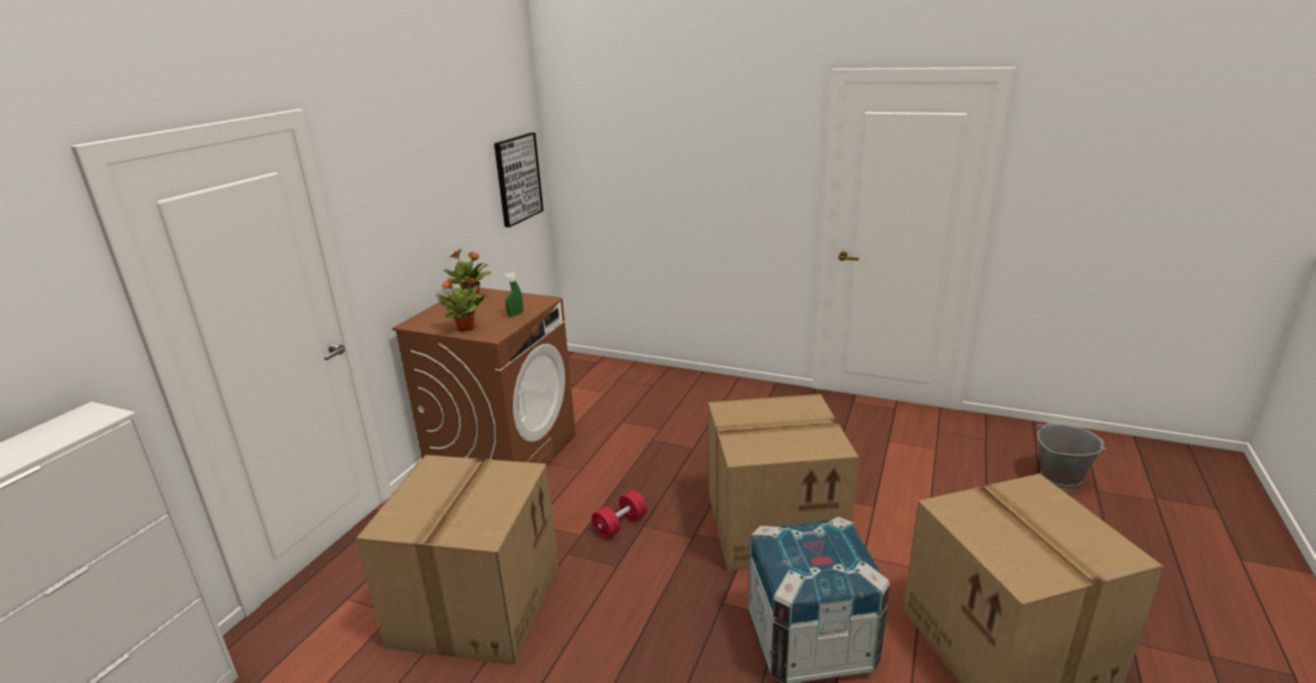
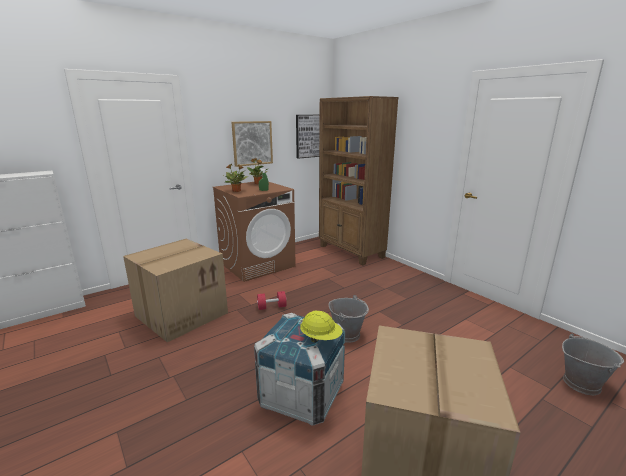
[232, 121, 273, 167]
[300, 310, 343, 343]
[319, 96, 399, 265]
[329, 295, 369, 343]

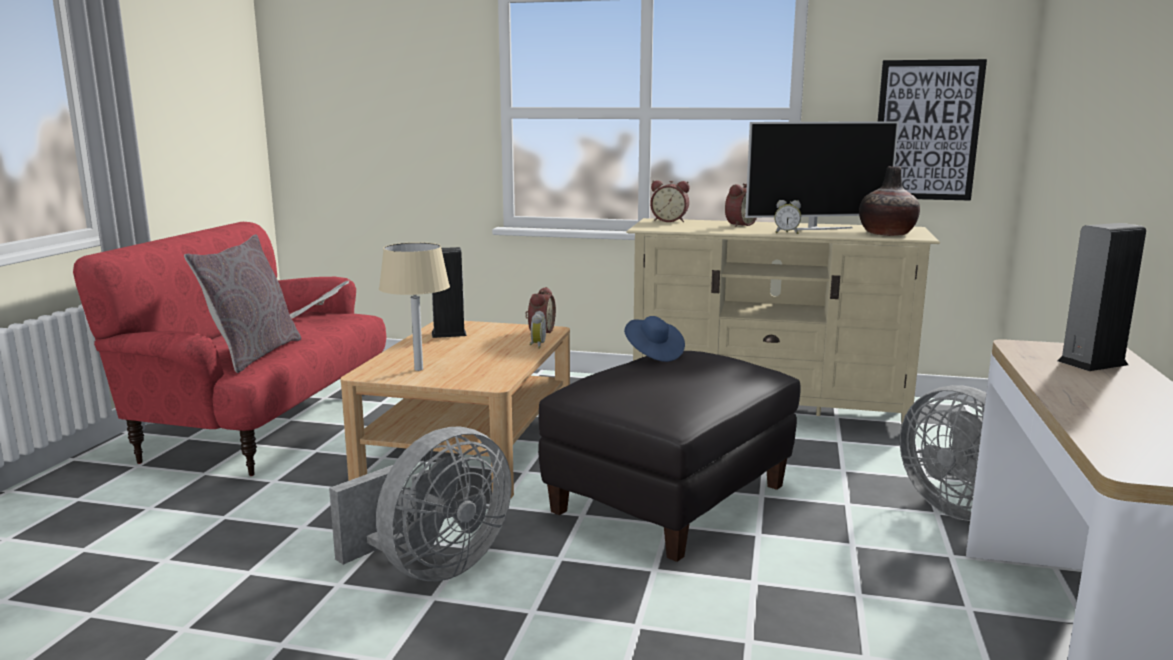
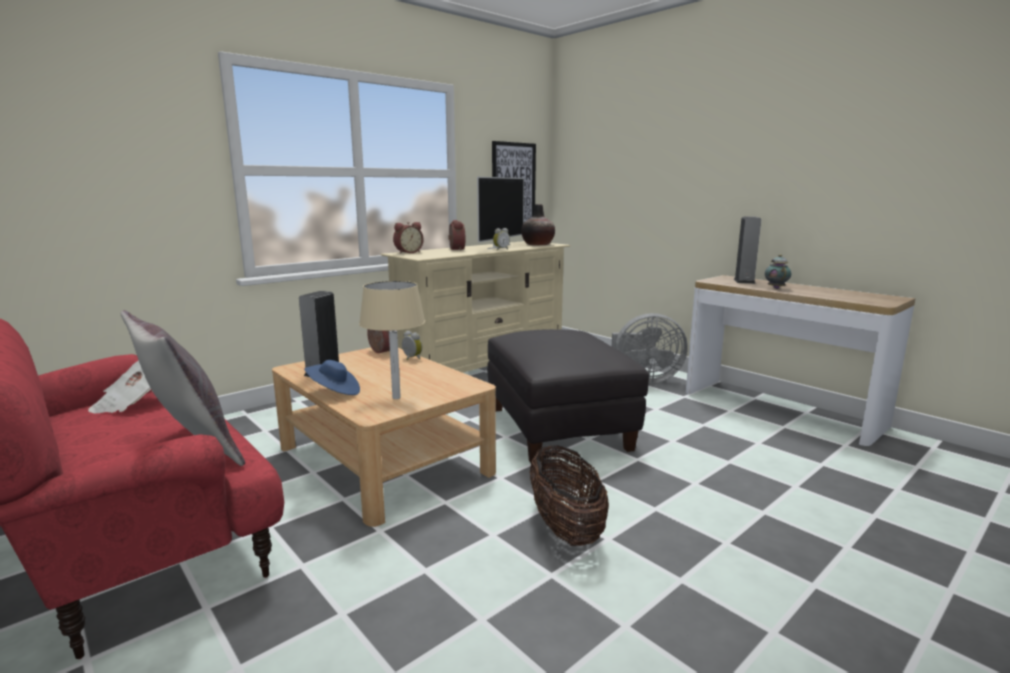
[765, 254, 791, 289]
[304, 360, 360, 395]
[529, 445, 609, 546]

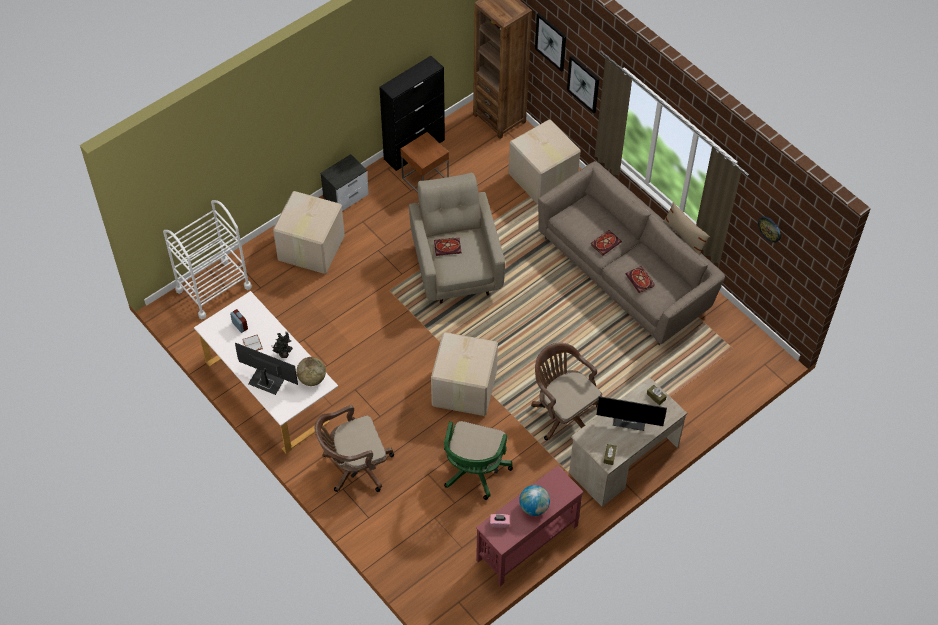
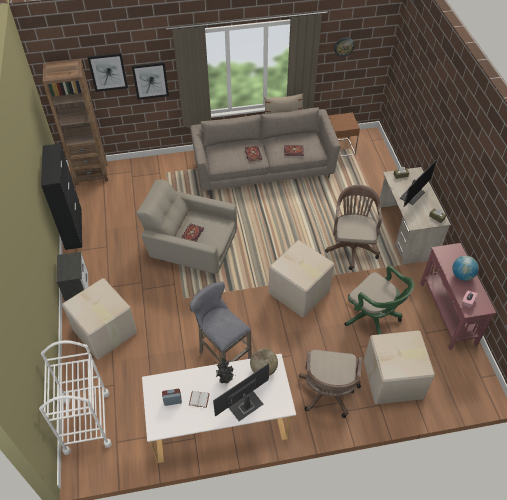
[190, 282, 252, 363]
[328, 112, 360, 157]
[364, 330, 435, 404]
[325, 185, 382, 270]

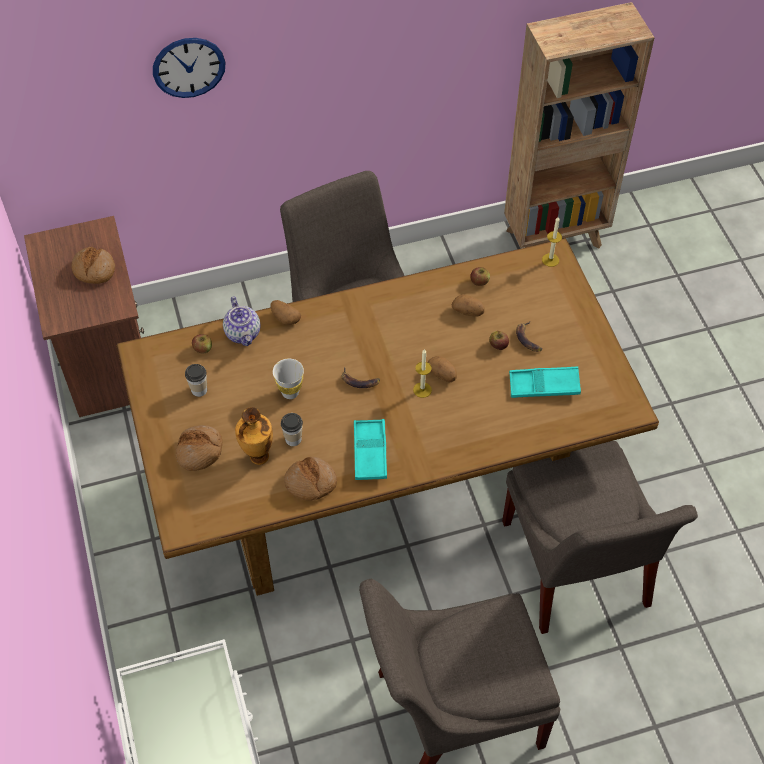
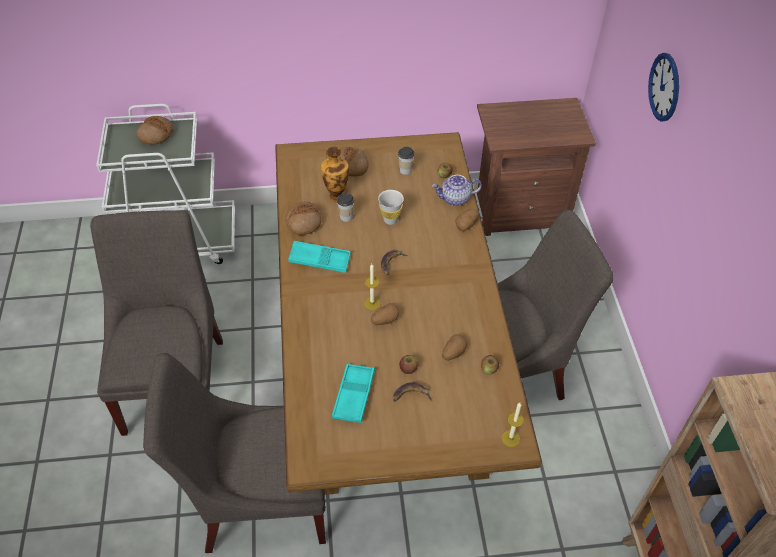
[136, 116, 174, 145]

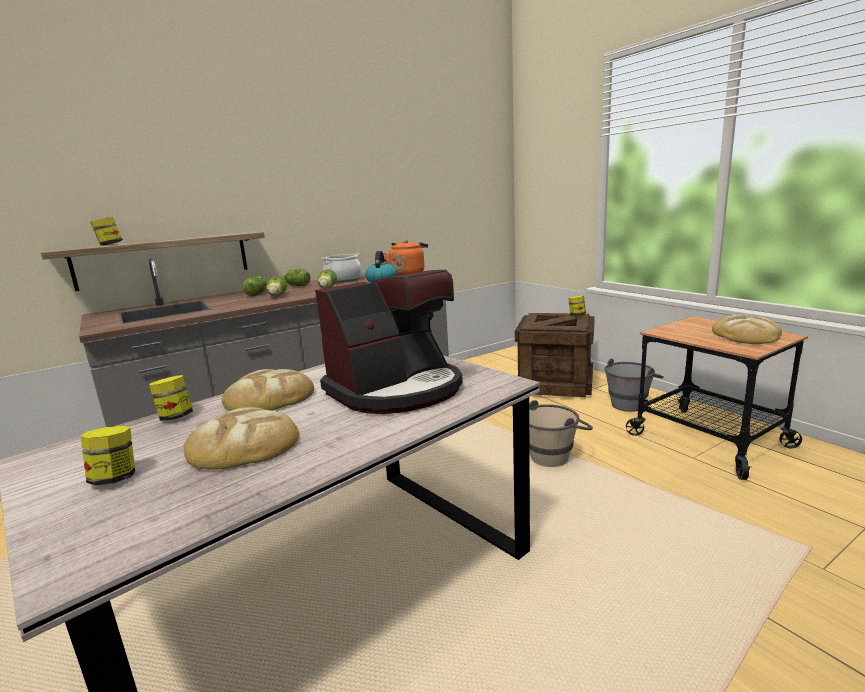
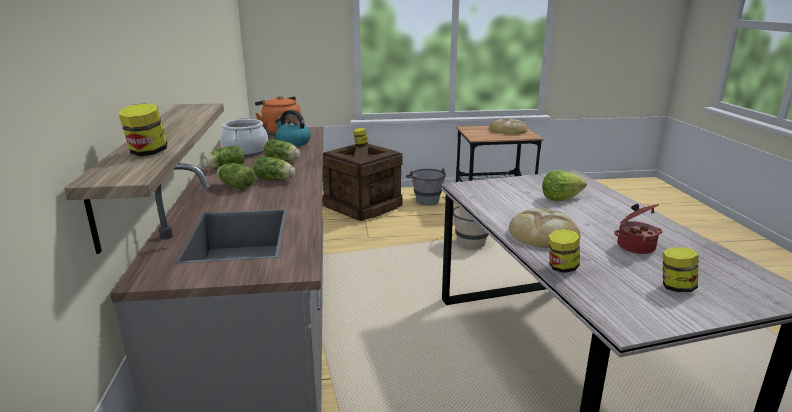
[614, 204, 663, 254]
[542, 170, 587, 201]

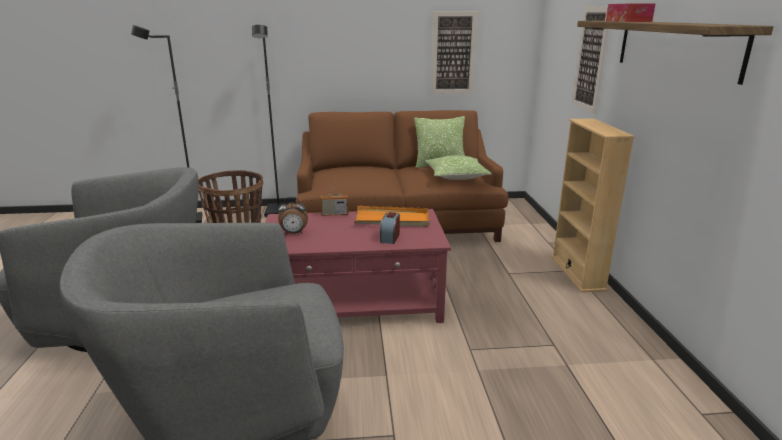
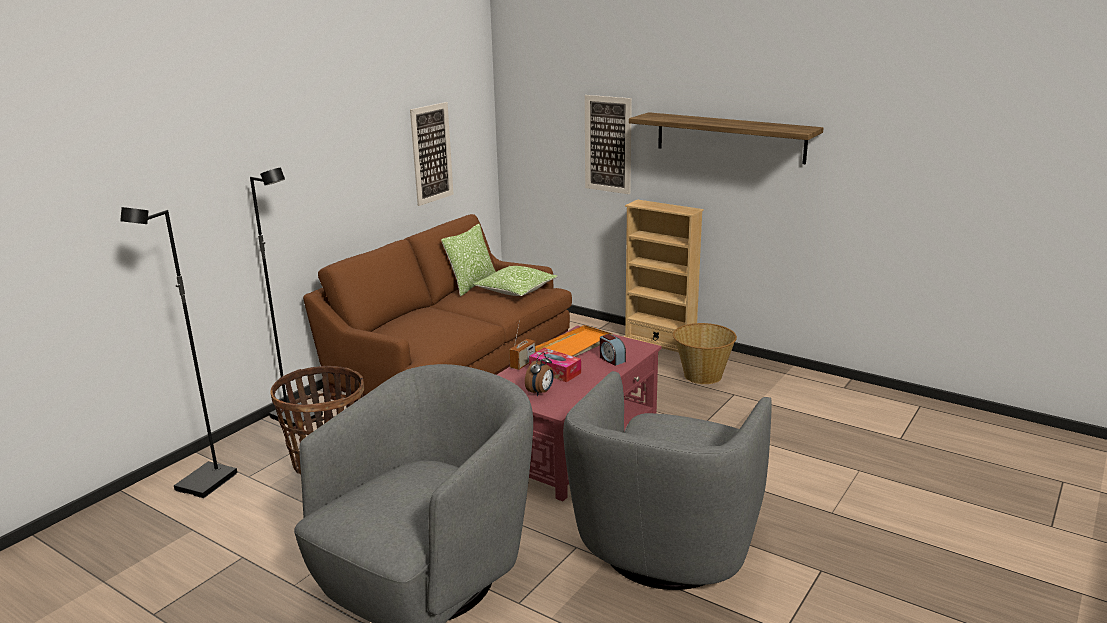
[673, 323, 737, 384]
[529, 348, 581, 382]

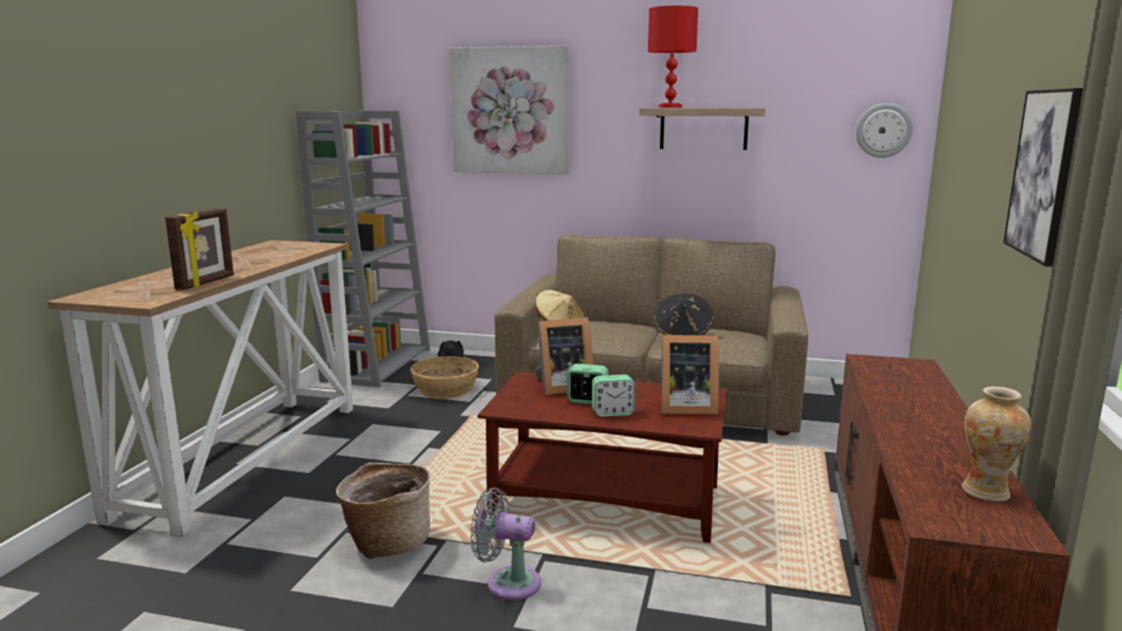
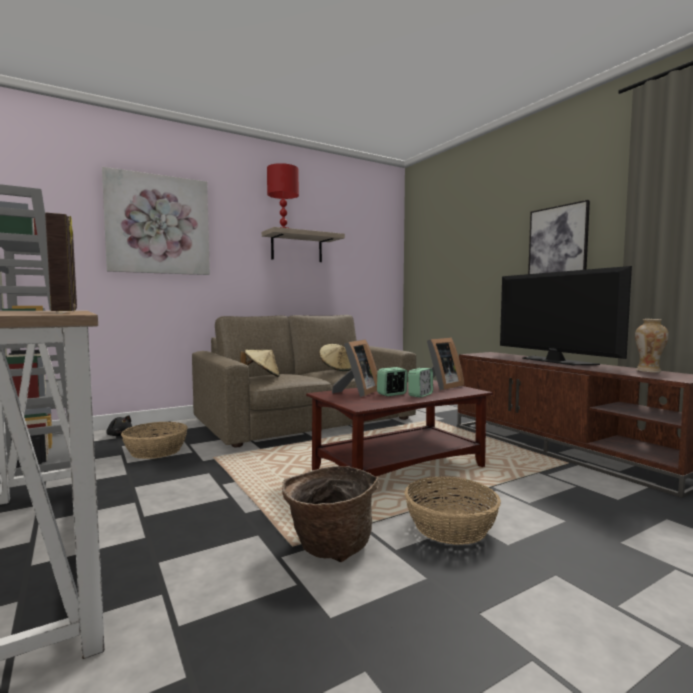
[856, 103, 913, 158] (first image)
[500, 266, 632, 365]
[404, 477, 501, 545]
[319, 344, 351, 371]

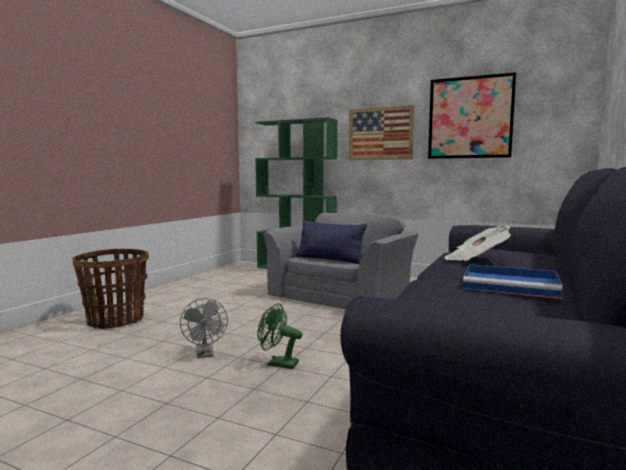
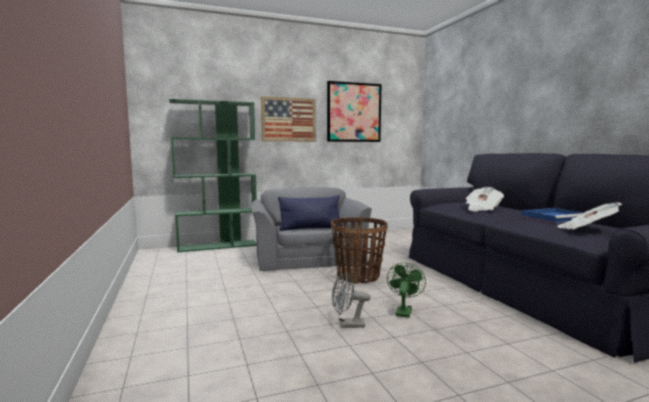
[557, 202, 622, 229]
[331, 217, 388, 284]
[332, 272, 371, 328]
[387, 263, 426, 318]

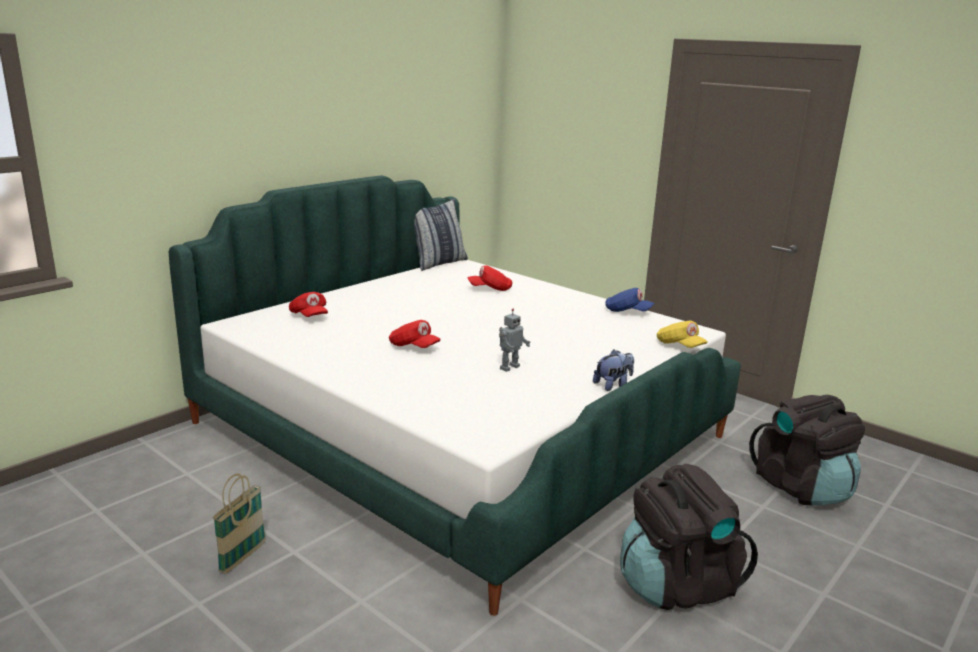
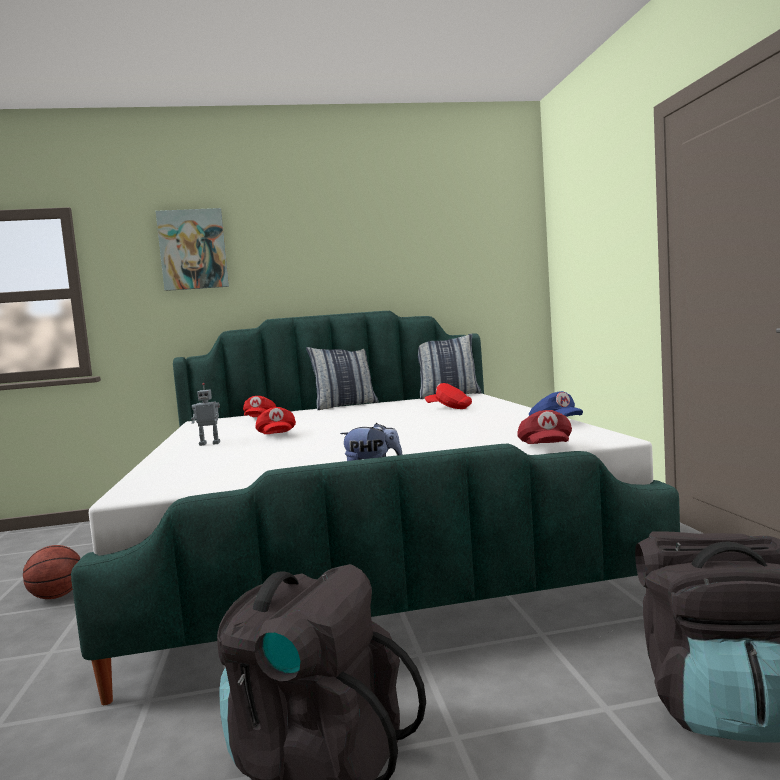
[156, 208, 229, 291]
[306, 347, 378, 410]
[191, 383, 220, 446]
[23, 545, 80, 599]
[517, 410, 572, 444]

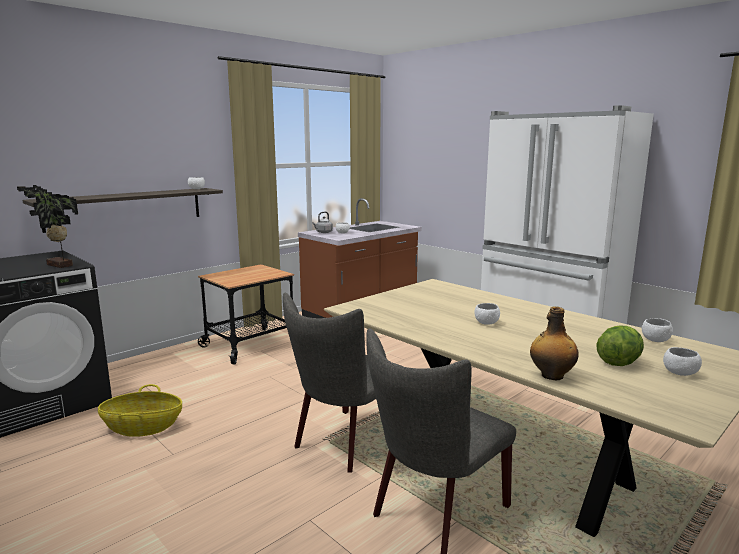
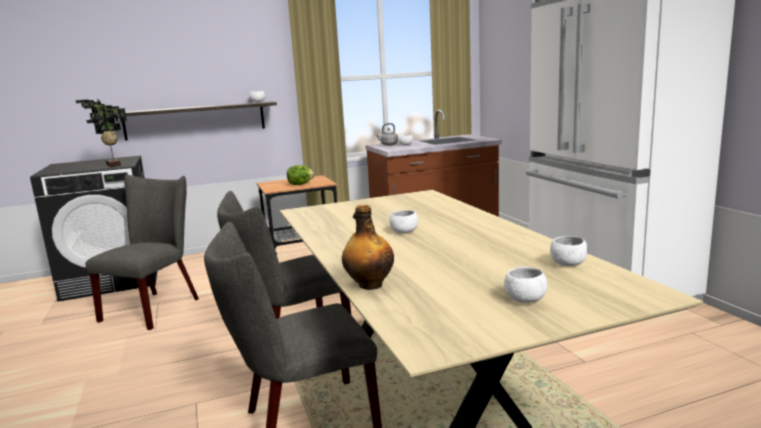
[287, 165, 314, 185]
[85, 175, 199, 330]

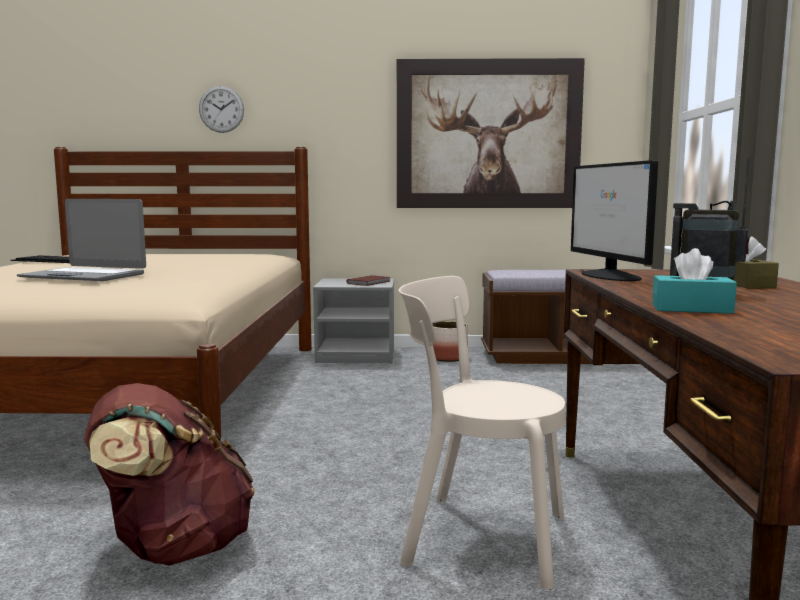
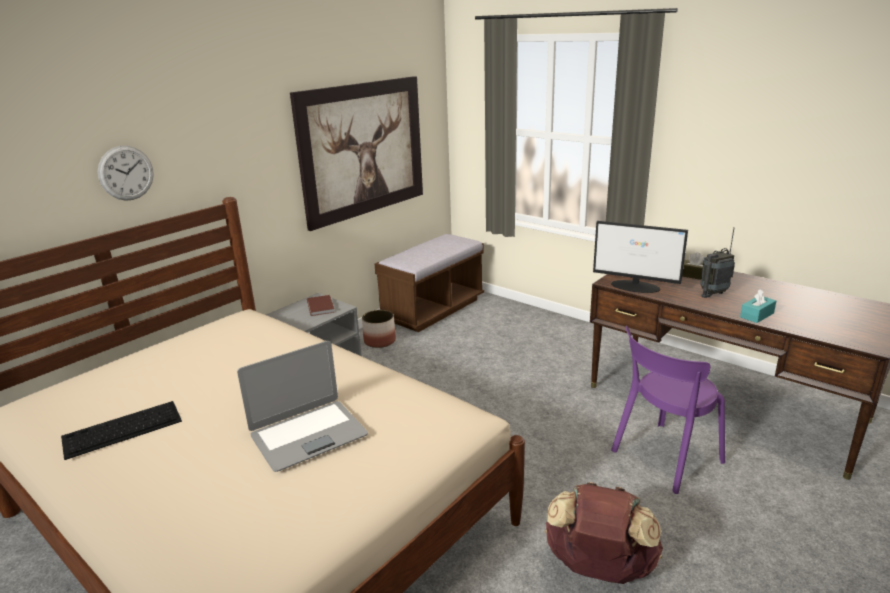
[611, 326, 725, 494]

